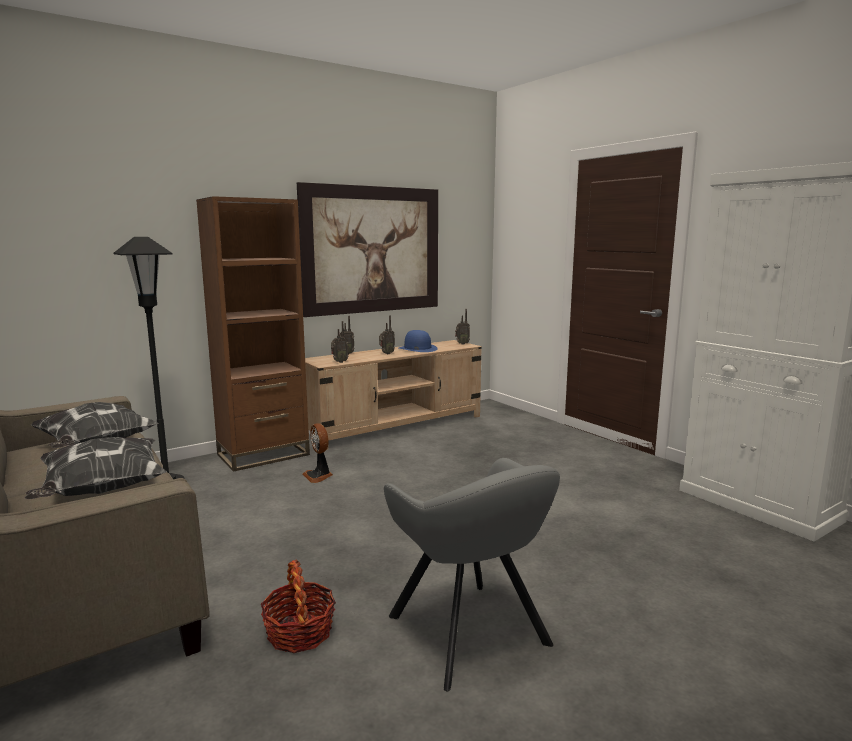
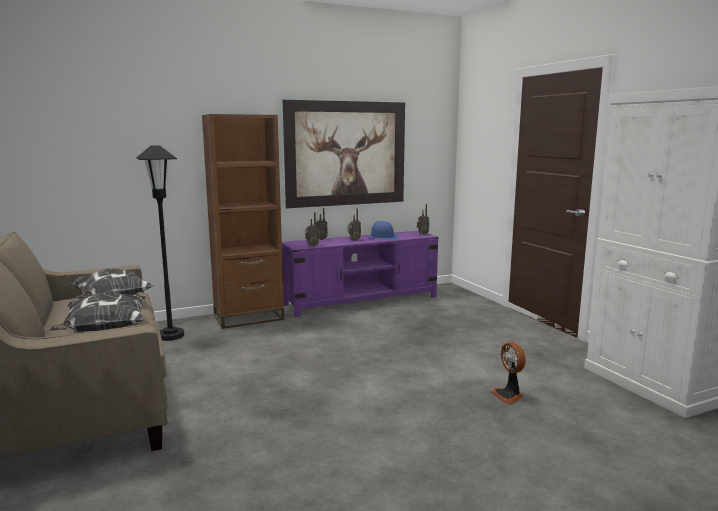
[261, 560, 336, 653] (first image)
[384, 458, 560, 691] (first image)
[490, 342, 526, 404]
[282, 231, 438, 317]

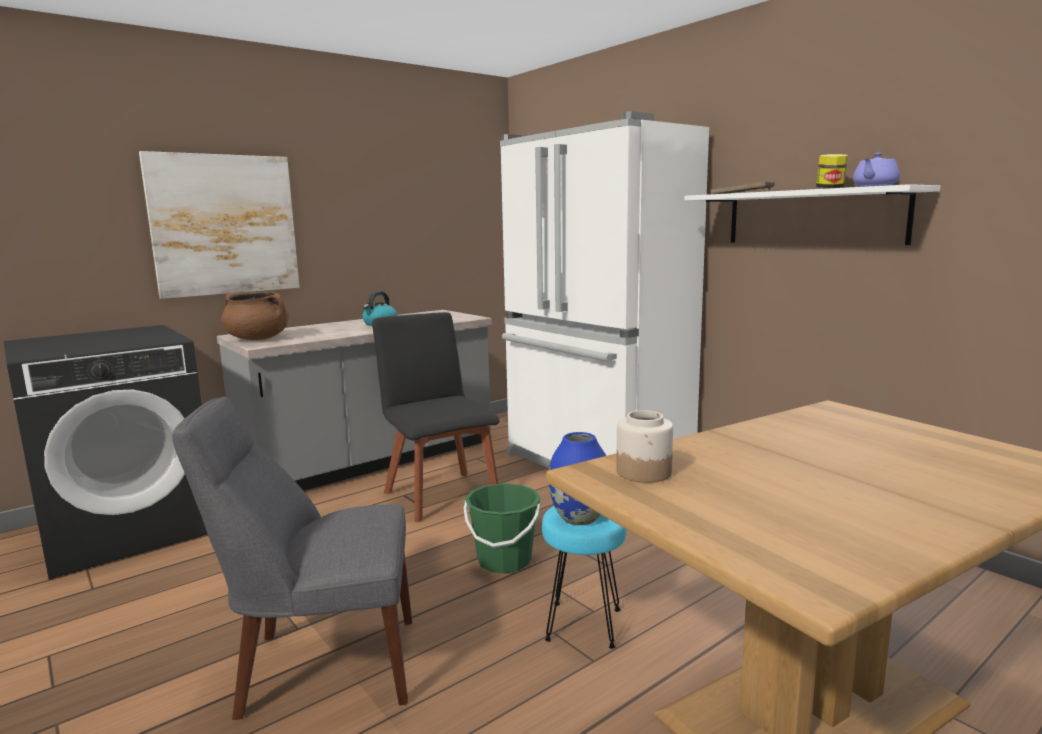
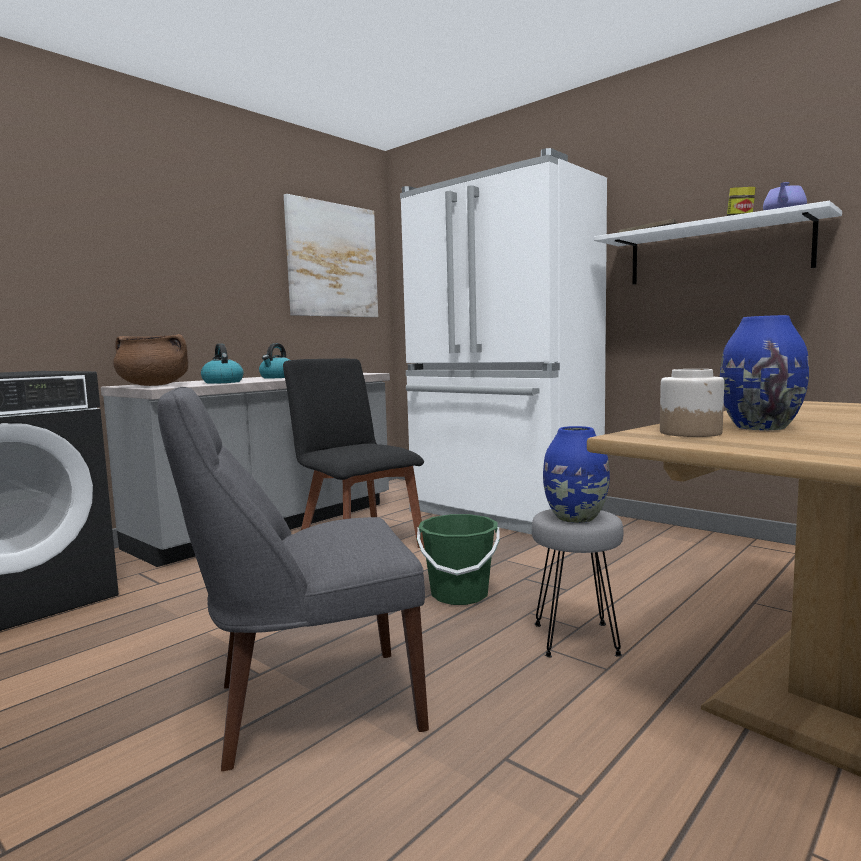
[201, 344, 244, 384]
[720, 315, 809, 430]
[284, 194, 378, 317]
[532, 509, 624, 657]

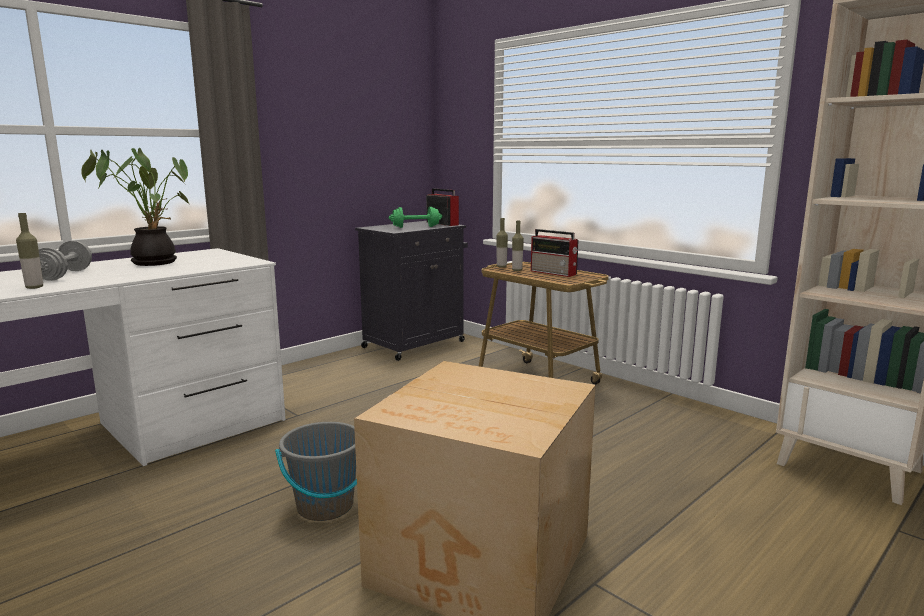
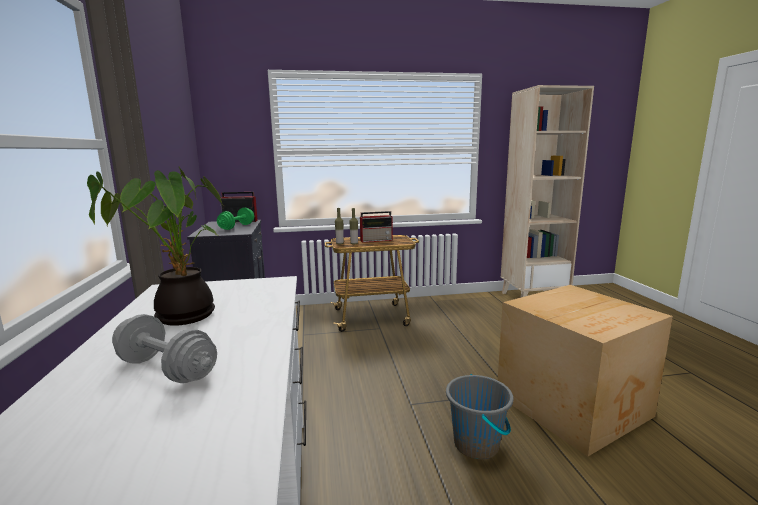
[16, 213, 43, 289] (first image)

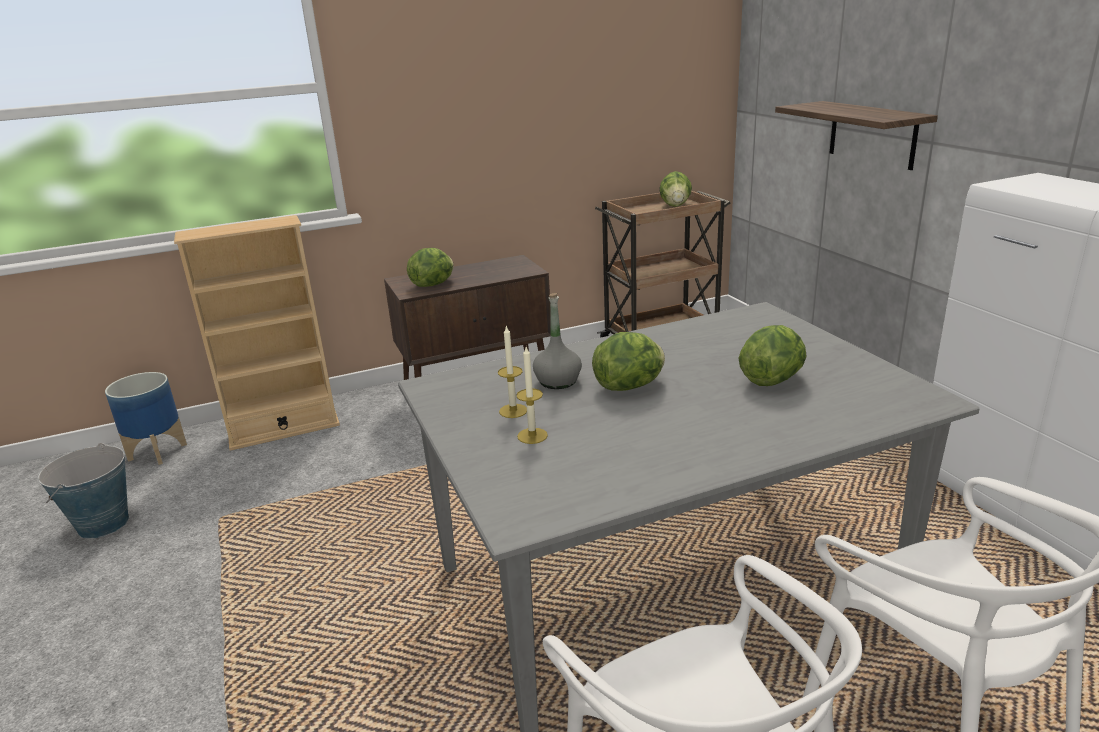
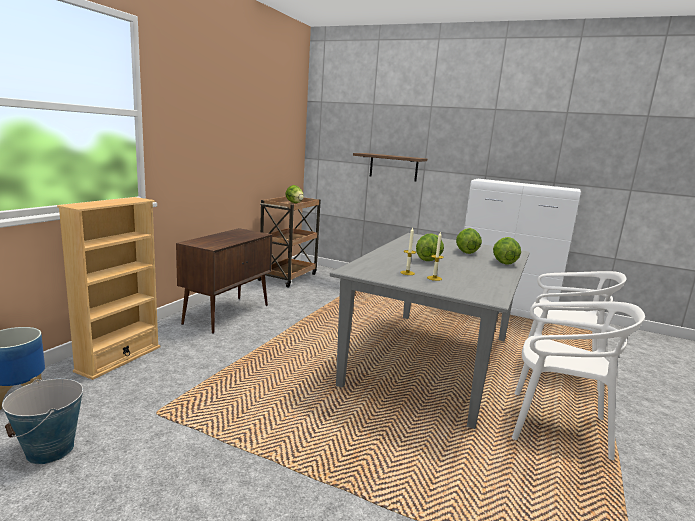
[533, 293, 582, 389] (first image)
[493, 237, 521, 265]

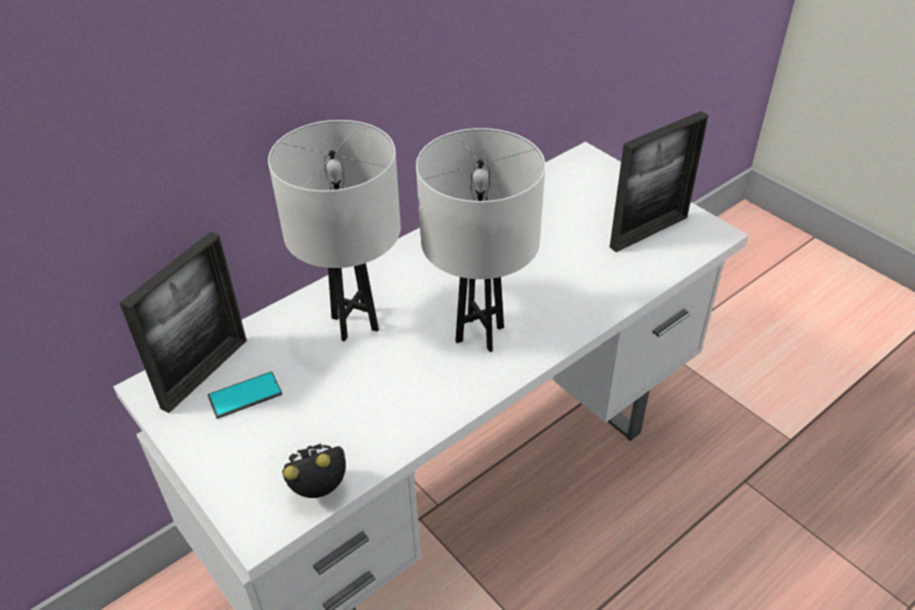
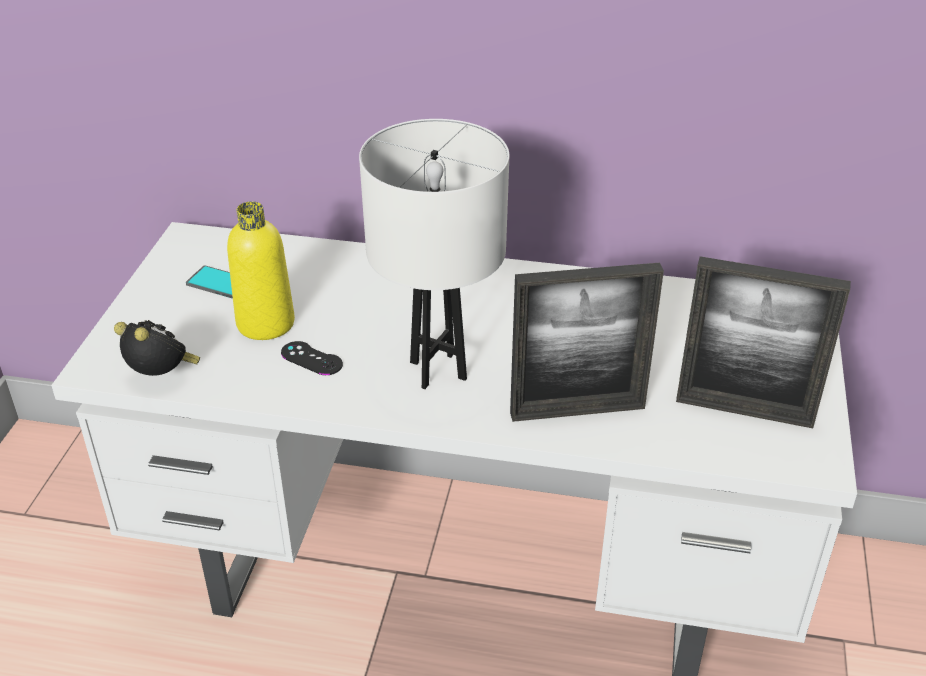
[268, 120, 401, 342] (first image)
[227, 201, 295, 340]
[281, 341, 343, 375]
[510, 263, 664, 422]

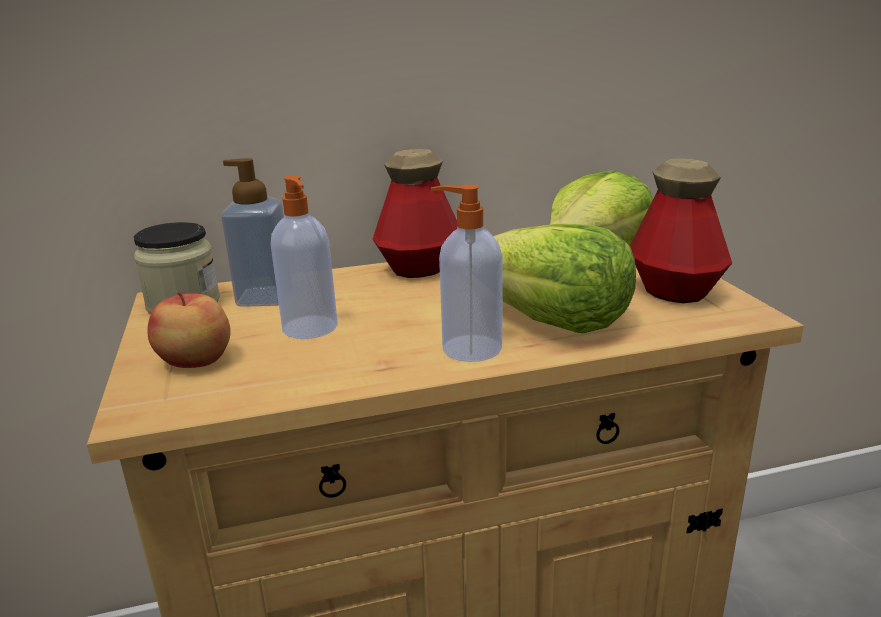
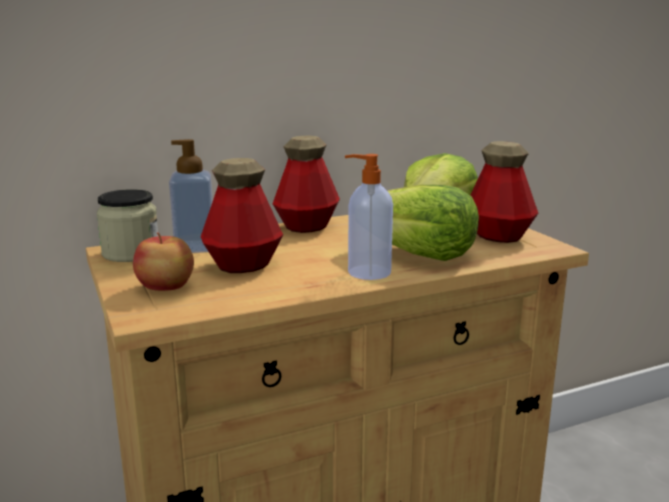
[201, 158, 283, 273]

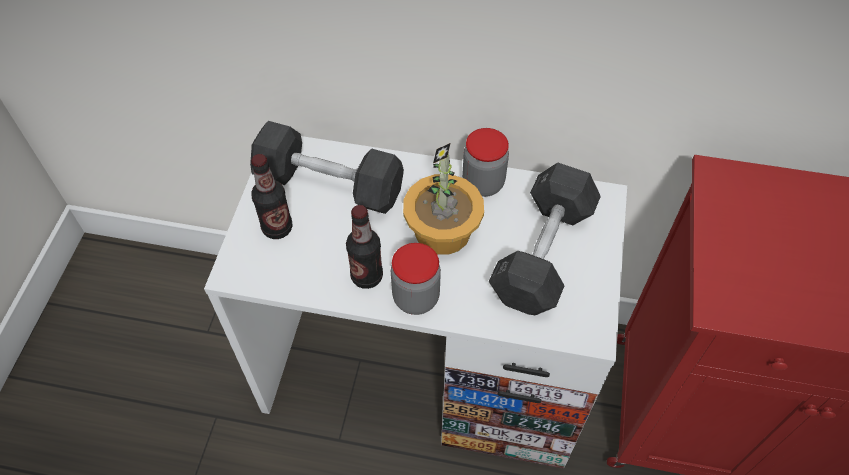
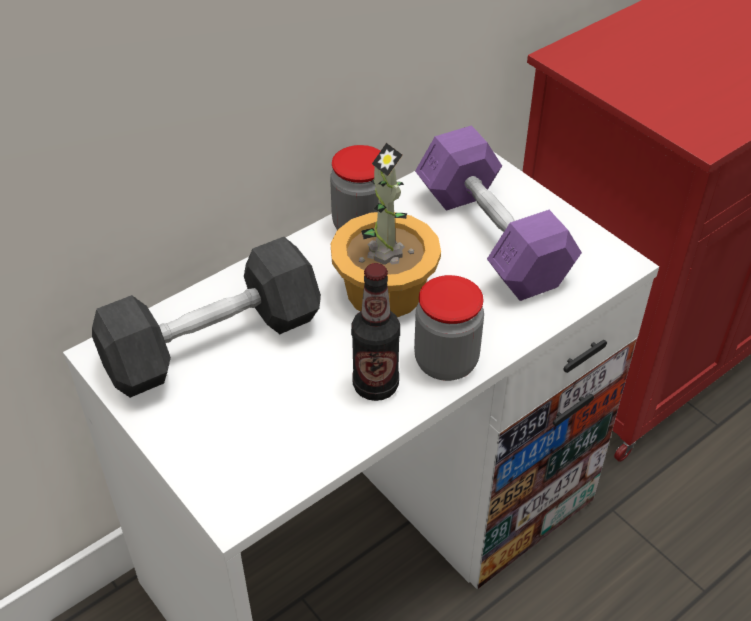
[251, 154, 293, 239] (first image)
[415, 125, 582, 301]

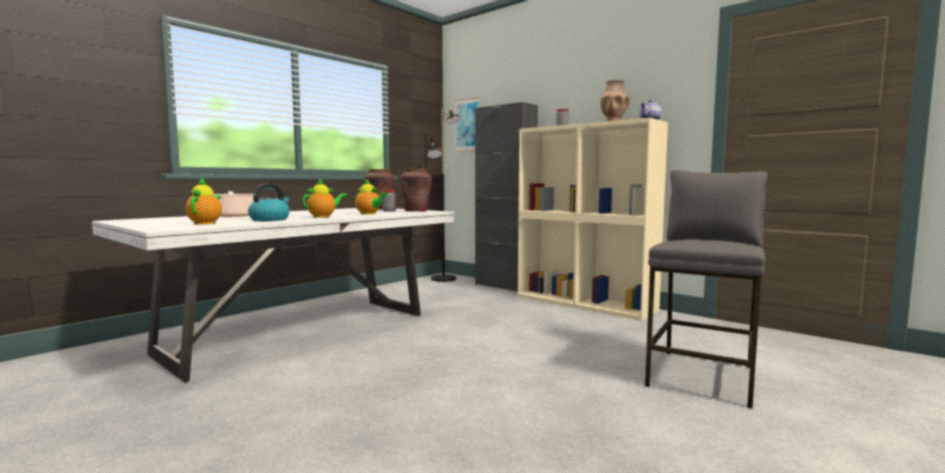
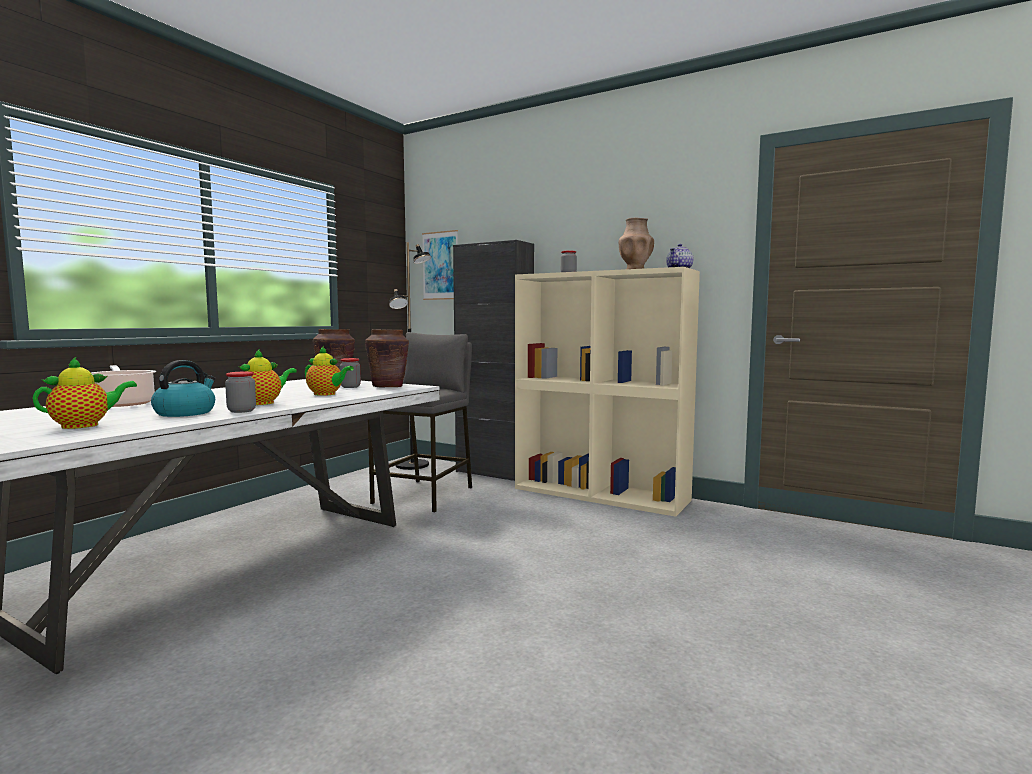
[225, 372, 256, 413]
[368, 332, 472, 512]
[32, 357, 137, 429]

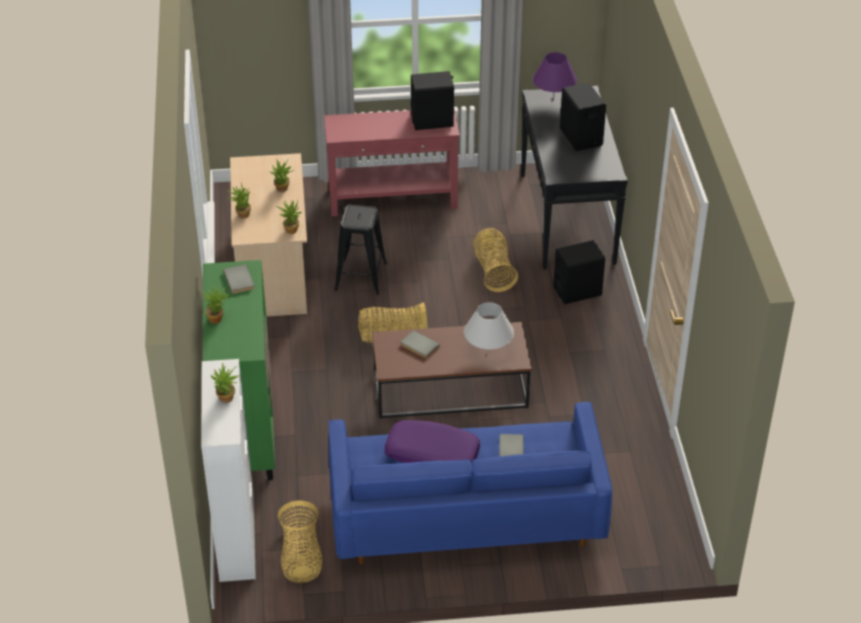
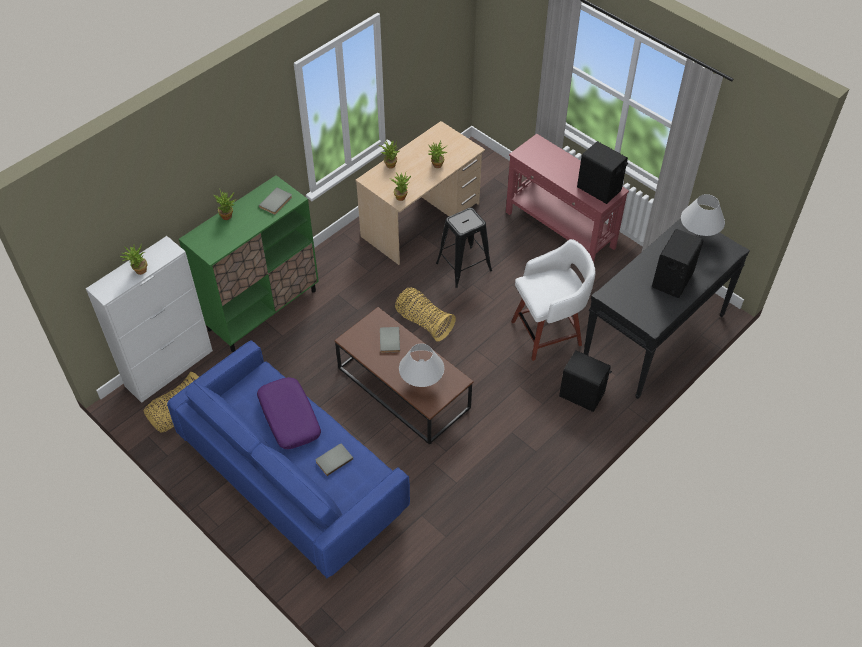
[511, 239, 595, 361]
[681, 194, 725, 236]

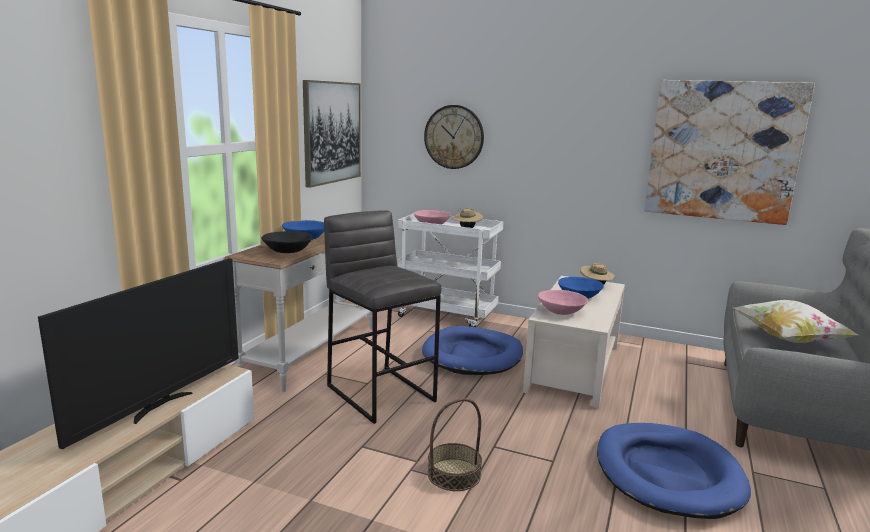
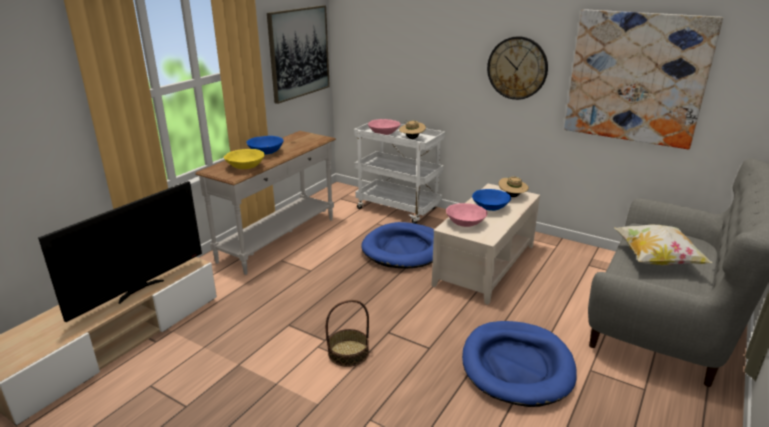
[324, 210, 441, 424] (first image)
[487, 36, 548, 100]
[224, 149, 264, 169]

